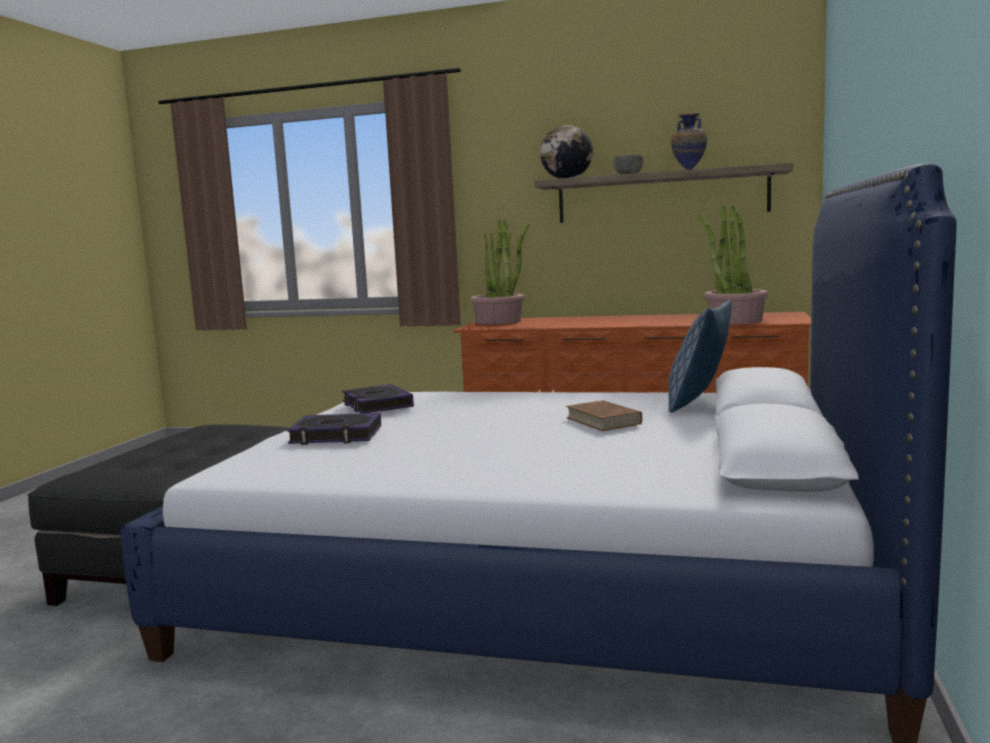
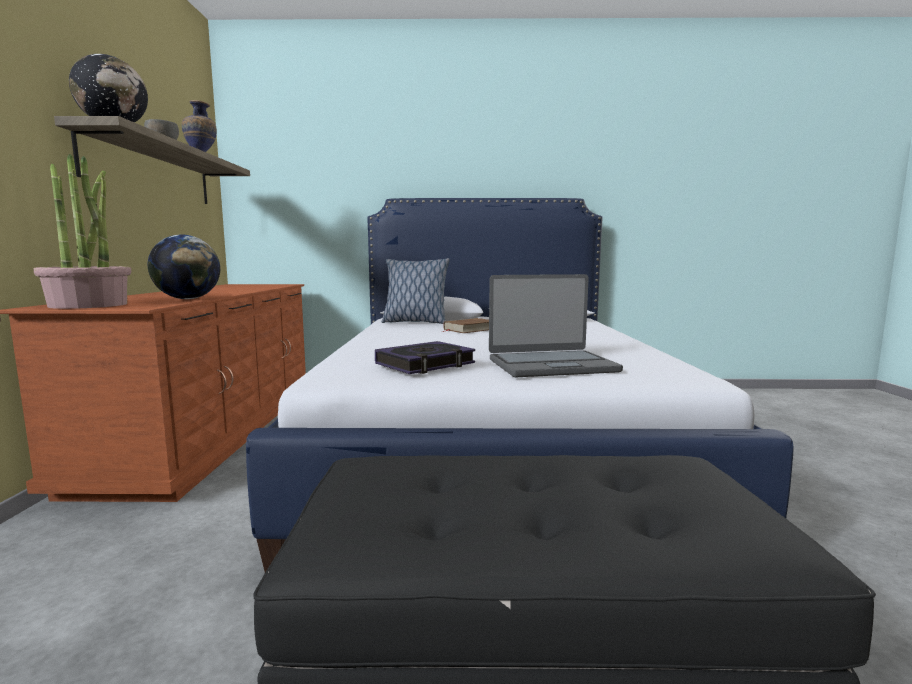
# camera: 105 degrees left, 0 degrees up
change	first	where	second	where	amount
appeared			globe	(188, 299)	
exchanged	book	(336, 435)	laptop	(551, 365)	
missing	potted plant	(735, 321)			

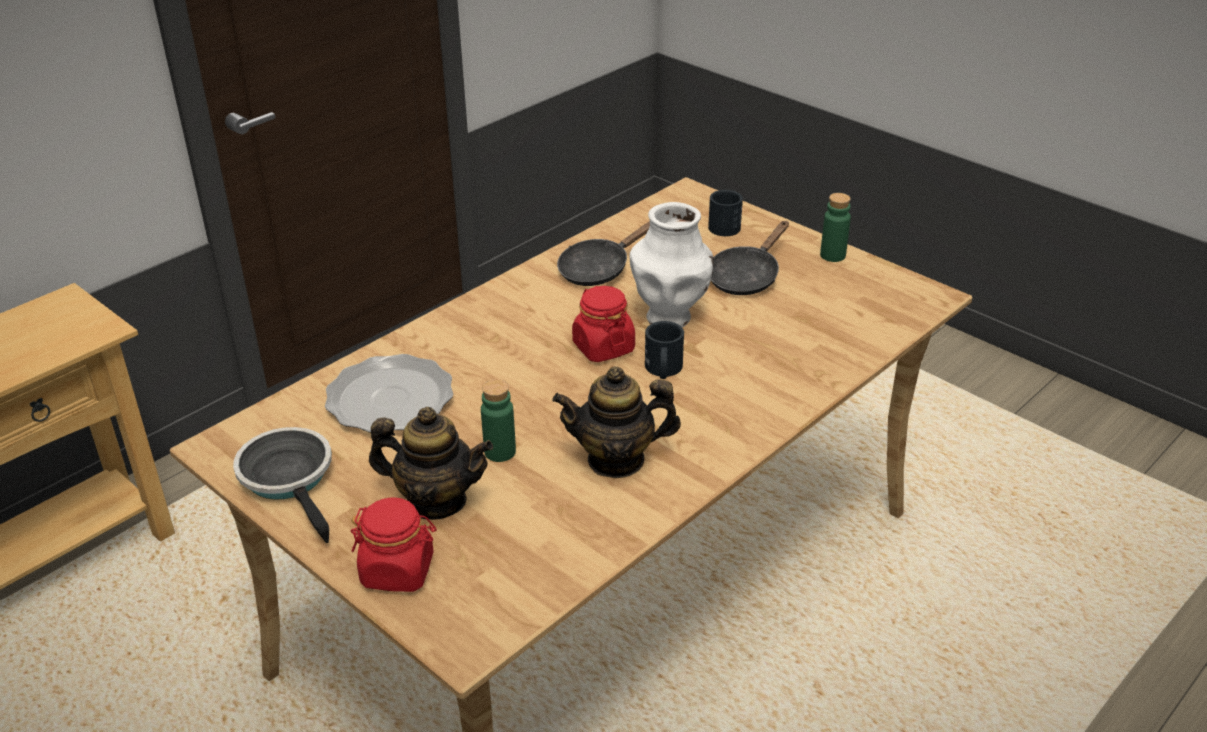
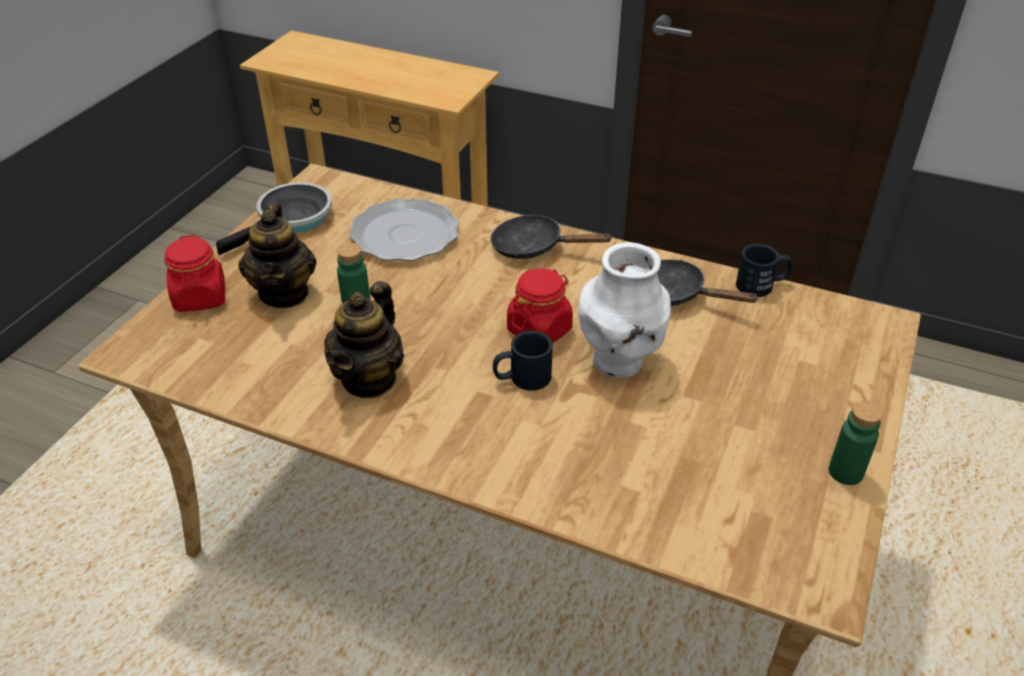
# camera: 70 degrees right, 5 degrees up
change	first	where	second	where	amount
spun	teapot	(616, 460)		(369, 379)	135 degrees counterclockwise
relocated	frying pan in black	(746, 277)		(534, 247)	
relocated	mug in black	(725, 224)		(762, 285)	

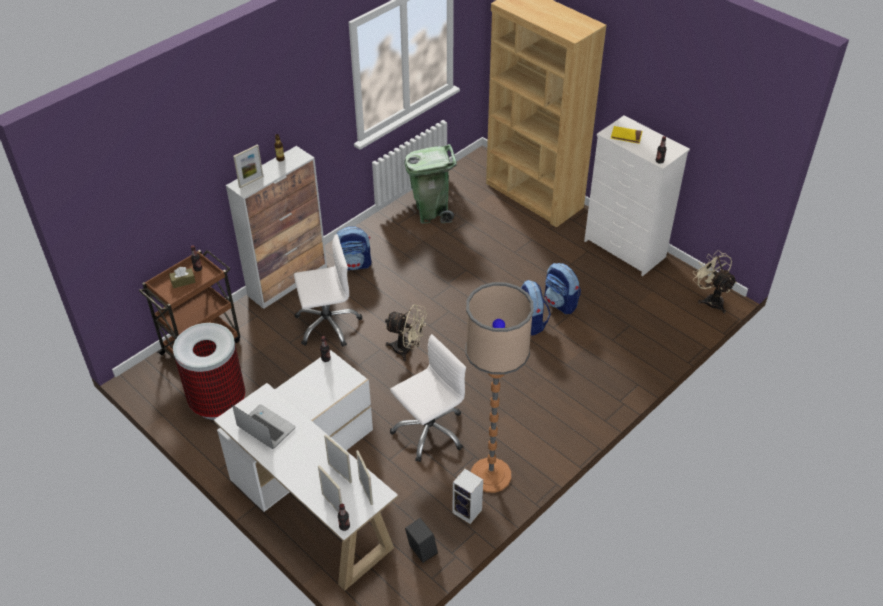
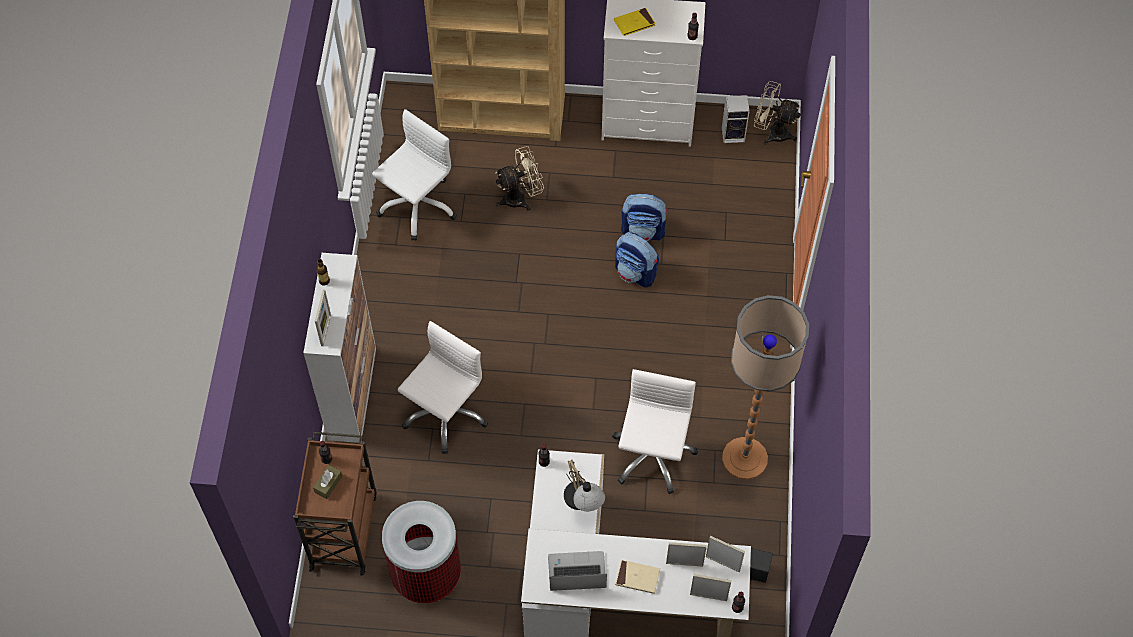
# camera: 40 degrees left, 15 degrees up
change	first	where	second	where	amount
exchanged	trash can in green	(432, 212)	office chair in white	(417, 206)	
relocated	fan in beige	(407, 349)		(520, 197)	
appeared			table lamp	(583, 503)	
appeared			book in beige	(637, 577)	
relocated	speaker	(468, 511)		(734, 134)	
missing	backpack	(354, 264)			

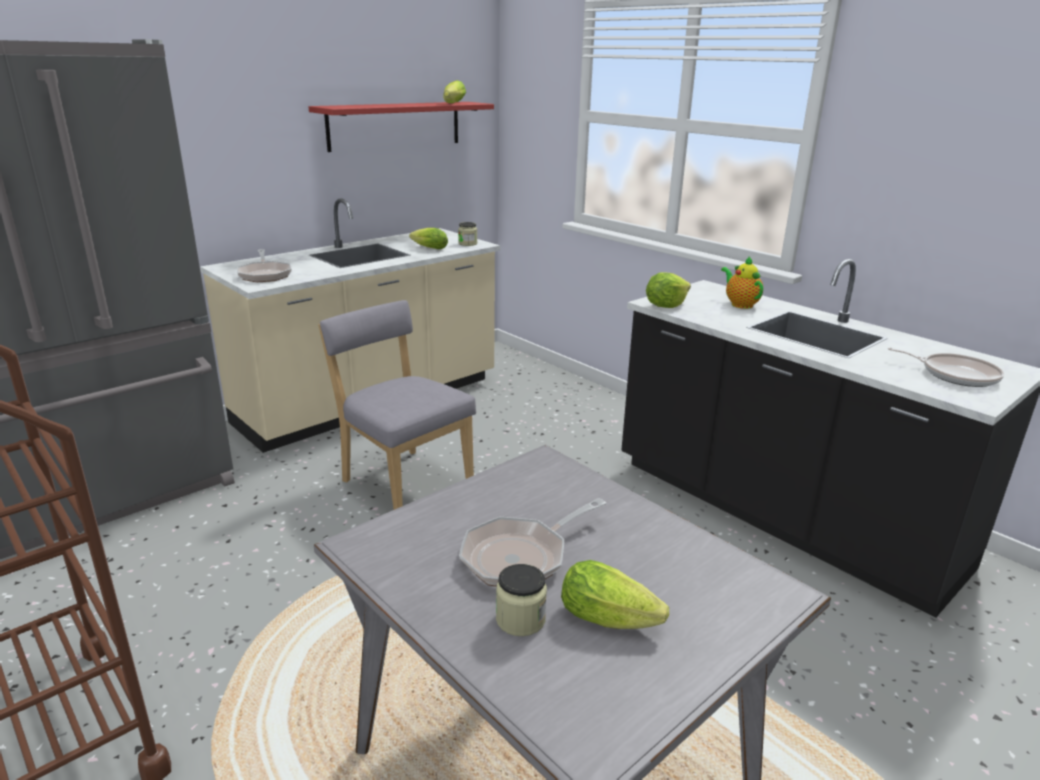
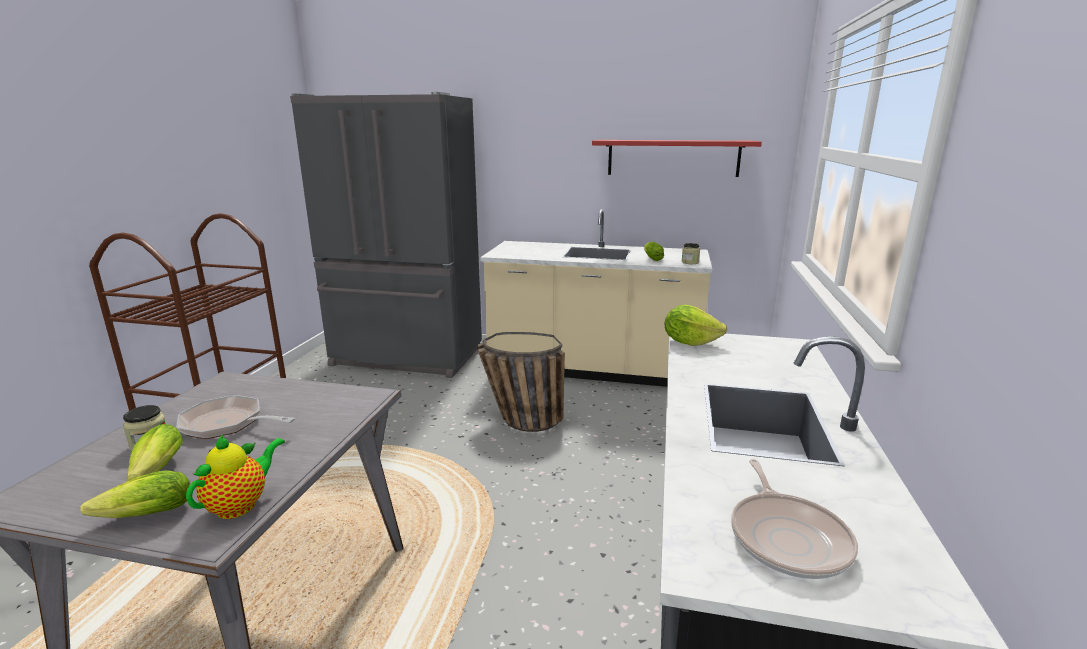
# camera: 55 degrees right, 5 degrees down
change	first	where	second	where	amount
relocated	lettuce	(452, 103)		(142, 516)	
relocated	teapot	(740, 304)		(241, 505)	
exchanged	chair in grey	(403, 481)	basket	(518, 421)	
missing	frying pan	(265, 274)			

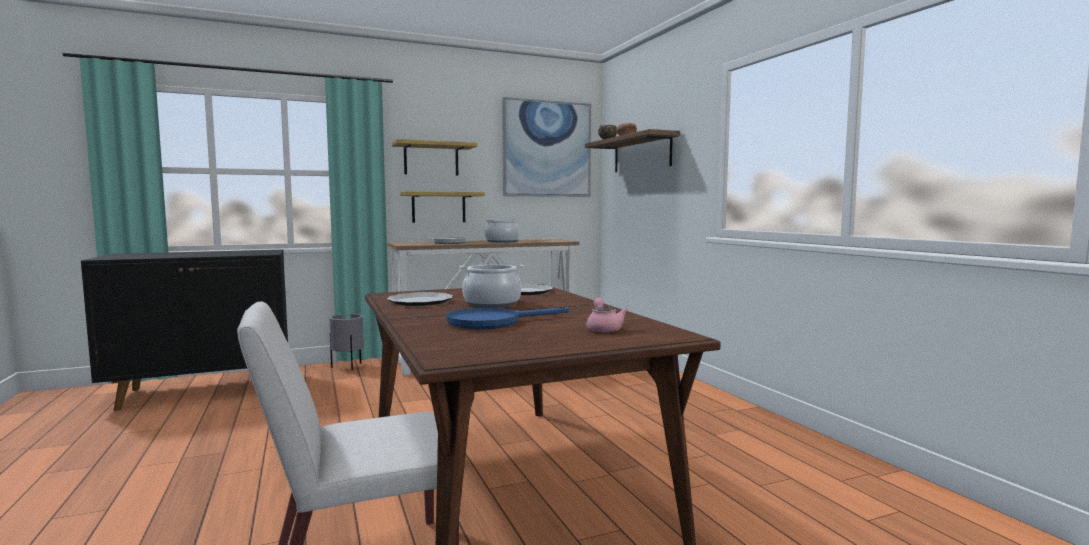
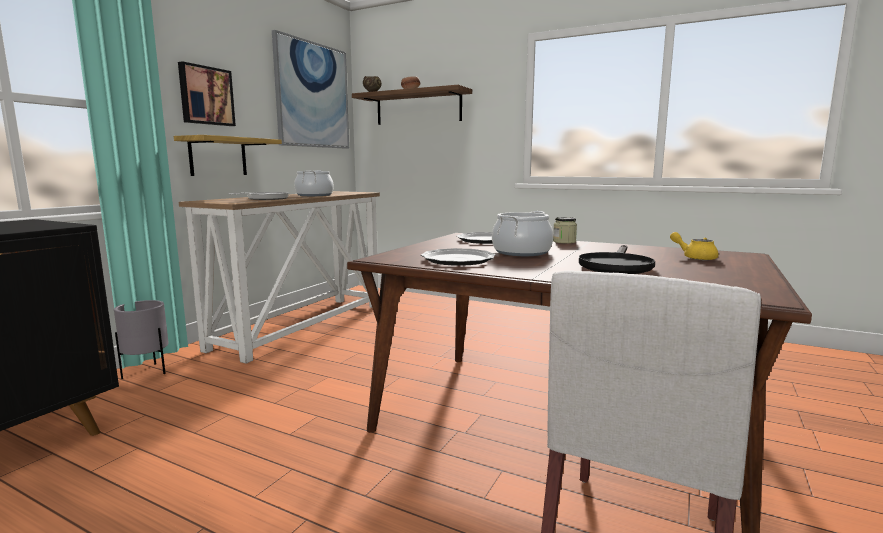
# camera: 40 degrees left, 5 degrees up
change	first	where	second	where	amount
exchanged	shelf	(431, 159)	picture	(206, 96)	
appeared			jar	(564, 242)	
colour	frying pan in blue	(493, 322)	frying pan in black	(615, 266)	
colour	teapot in pink	(603, 329)	teapot in yellow	(695, 257)	

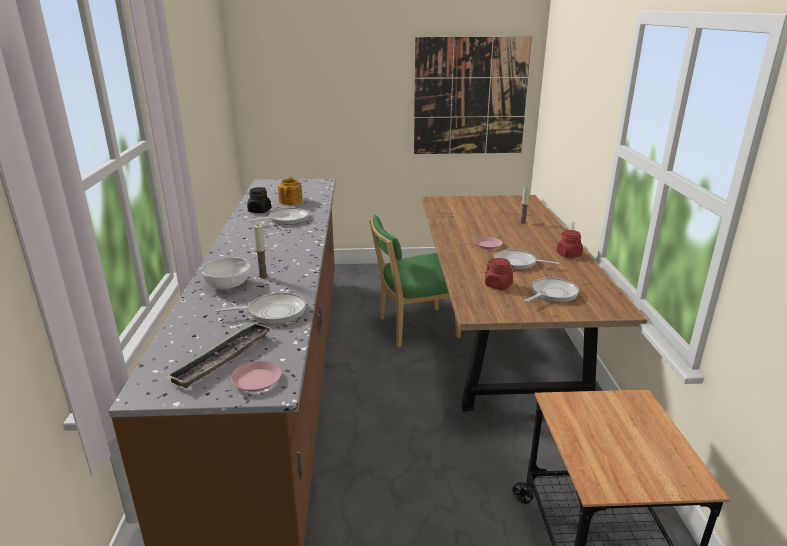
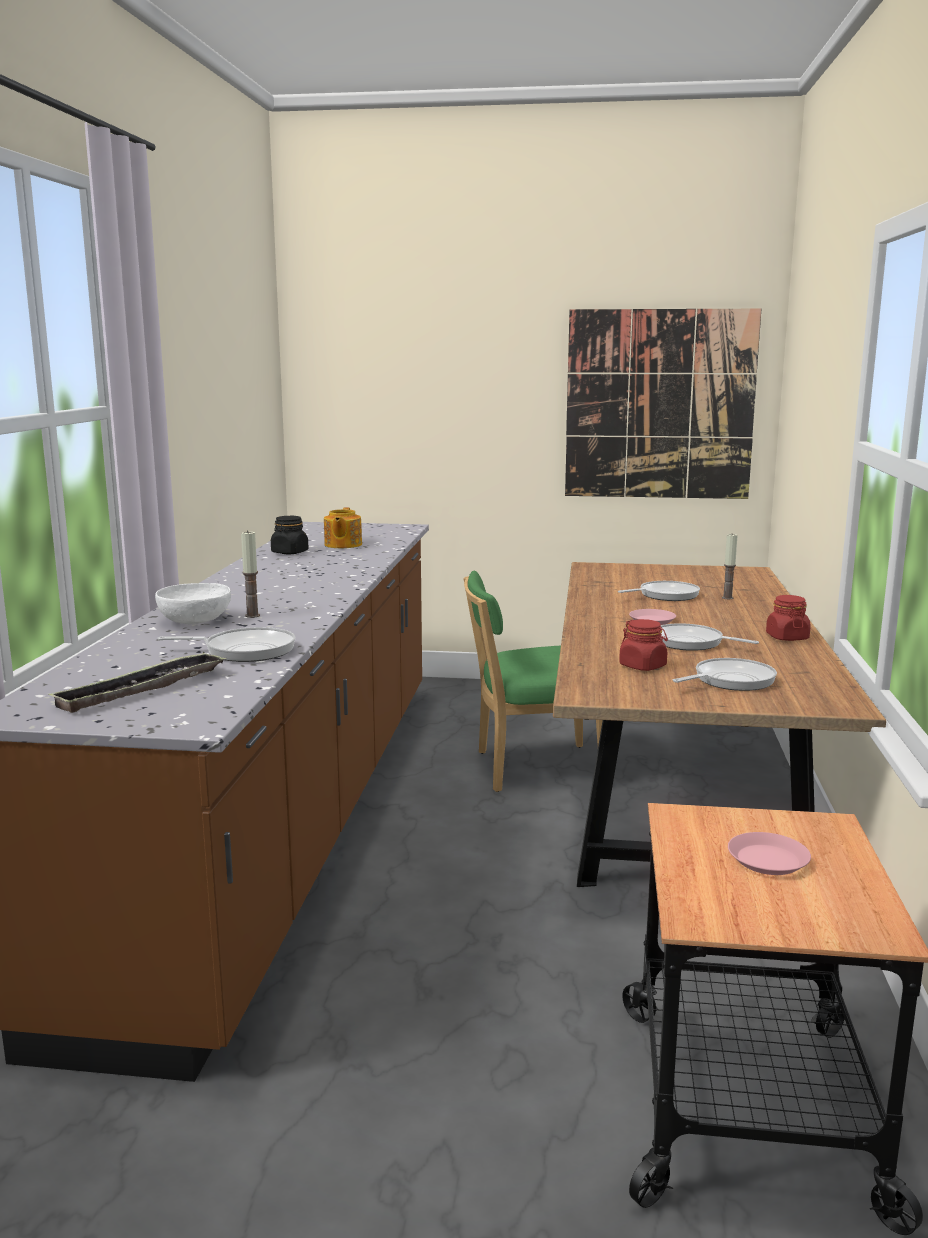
# camera: 10 degrees right, 10 degrees down
change	first	where	second	where	amount
relocated	frying pan	(286, 219)		(665, 595)	
relocated	plate in pink	(257, 380)		(768, 860)	

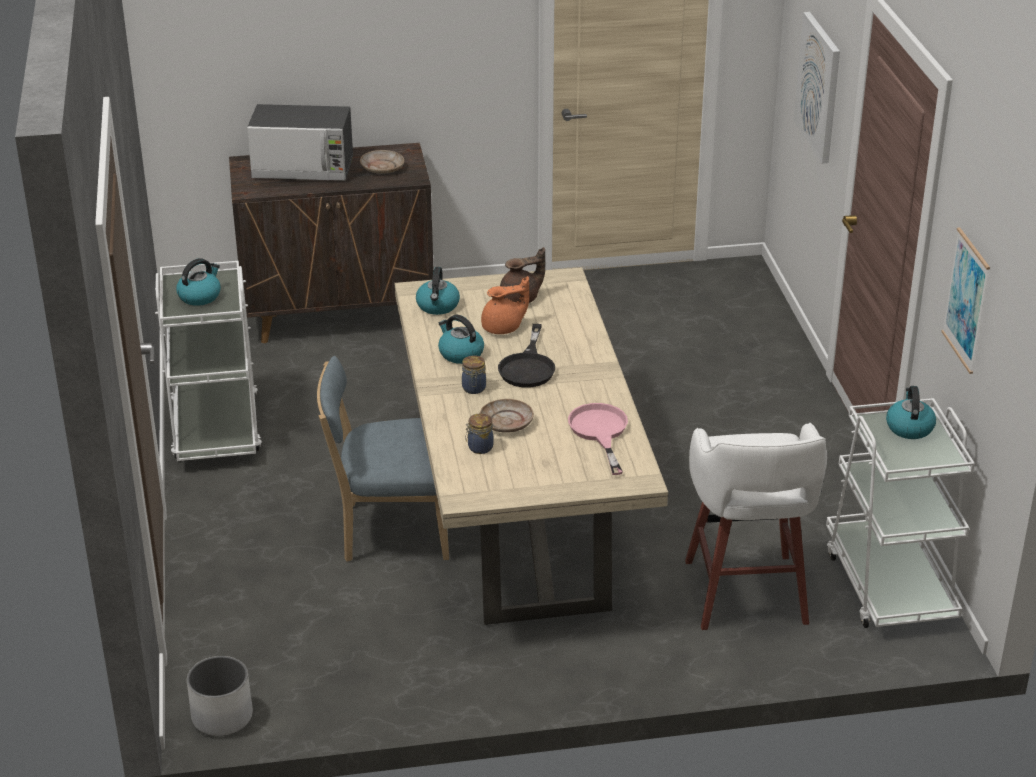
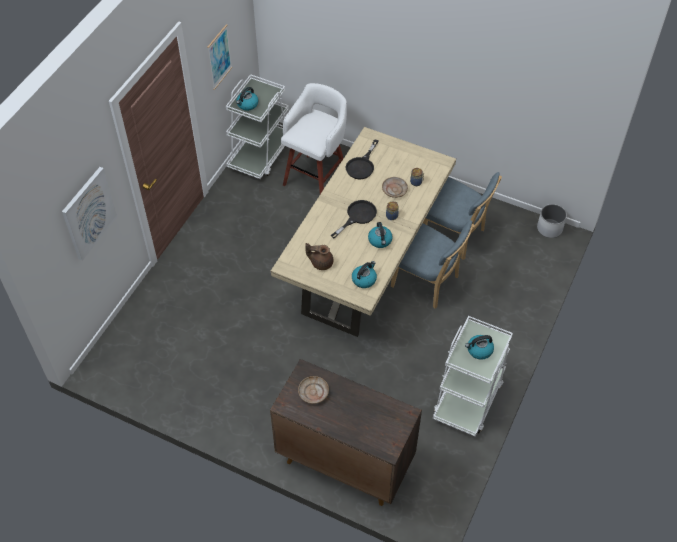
# camera: 145 degrees left, 20 degrees up
change	first	where	second	where	amount
colour	frying pan in pink	(600, 432)	frying pan in black	(362, 165)	
appeared			chair in blue	(455, 236)	
missing	microwave	(303, 169)			
missing	teapot in orange	(503, 328)			

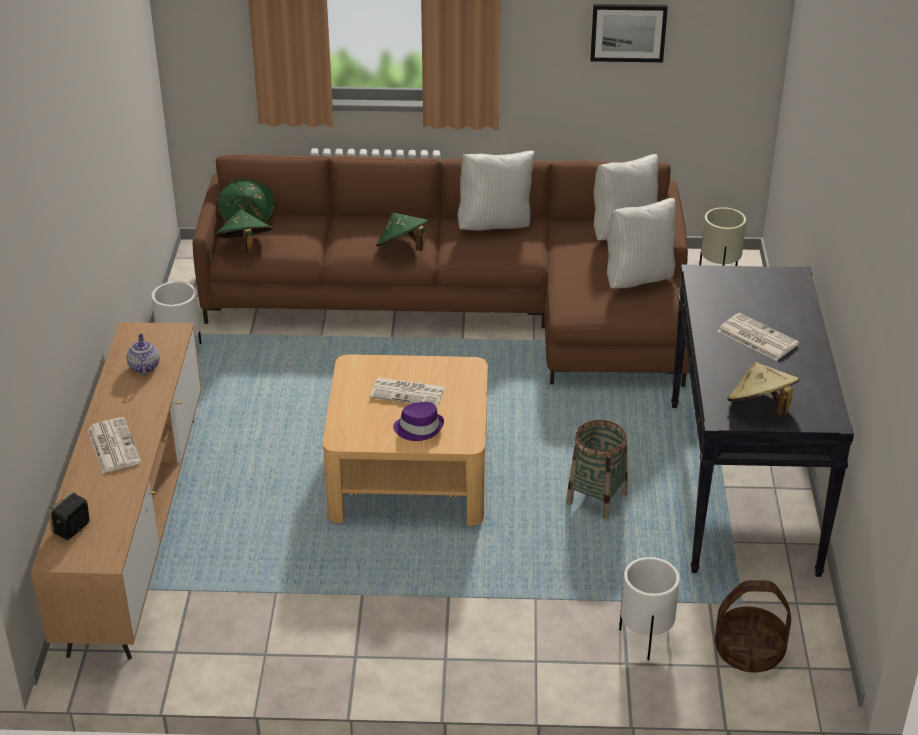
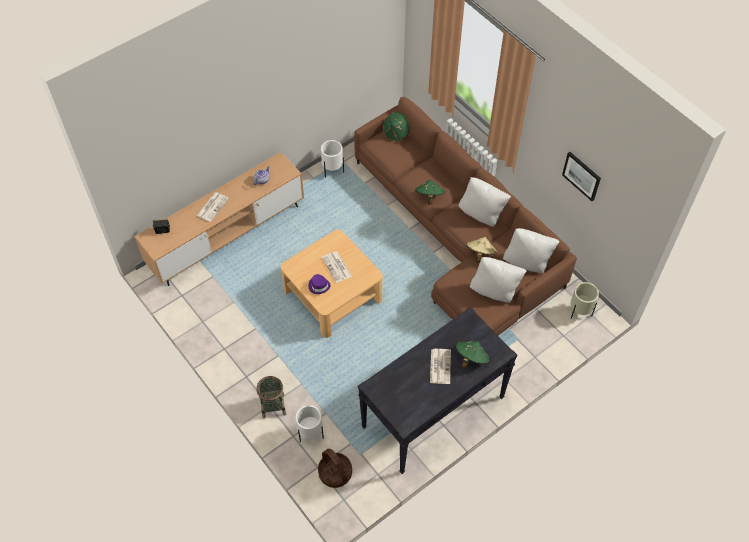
# camera: 50 degrees right, 20 degrees up
change	first	where	second	where	amount
relocated	basket	(596, 499)		(273, 406)	
relocated	hat in green	(245, 247)		(471, 358)	
relocated	hat in beige	(760, 407)		(480, 254)	

